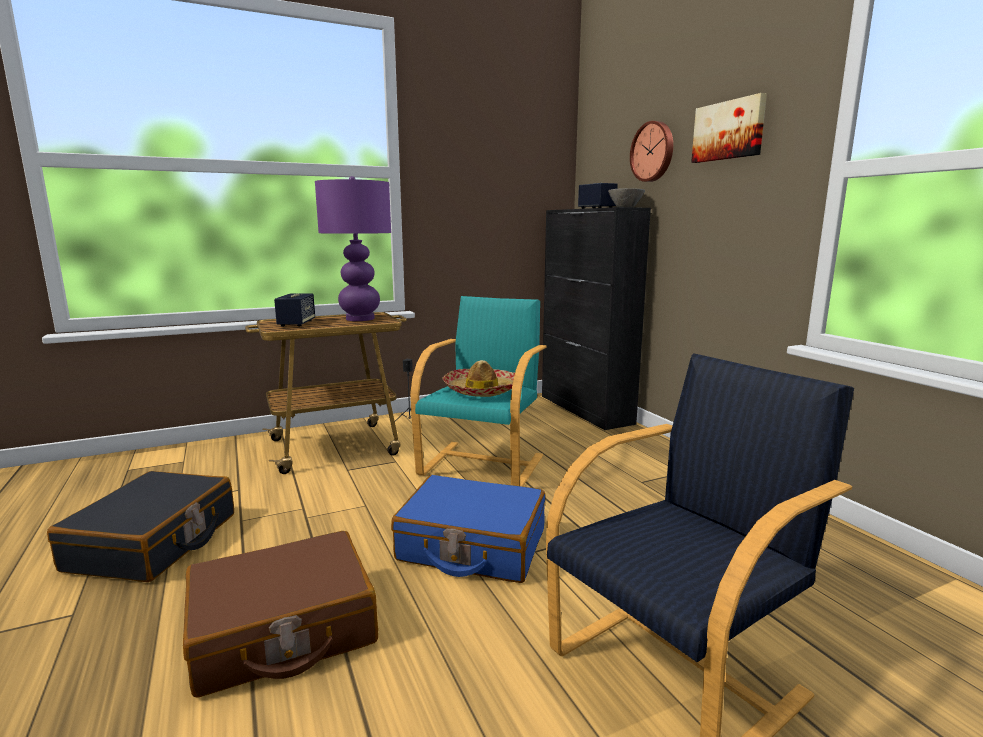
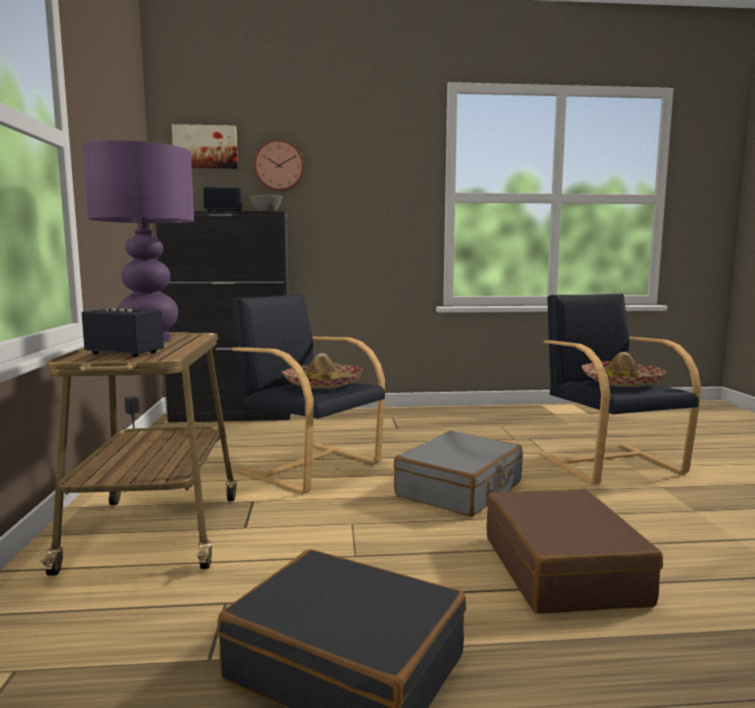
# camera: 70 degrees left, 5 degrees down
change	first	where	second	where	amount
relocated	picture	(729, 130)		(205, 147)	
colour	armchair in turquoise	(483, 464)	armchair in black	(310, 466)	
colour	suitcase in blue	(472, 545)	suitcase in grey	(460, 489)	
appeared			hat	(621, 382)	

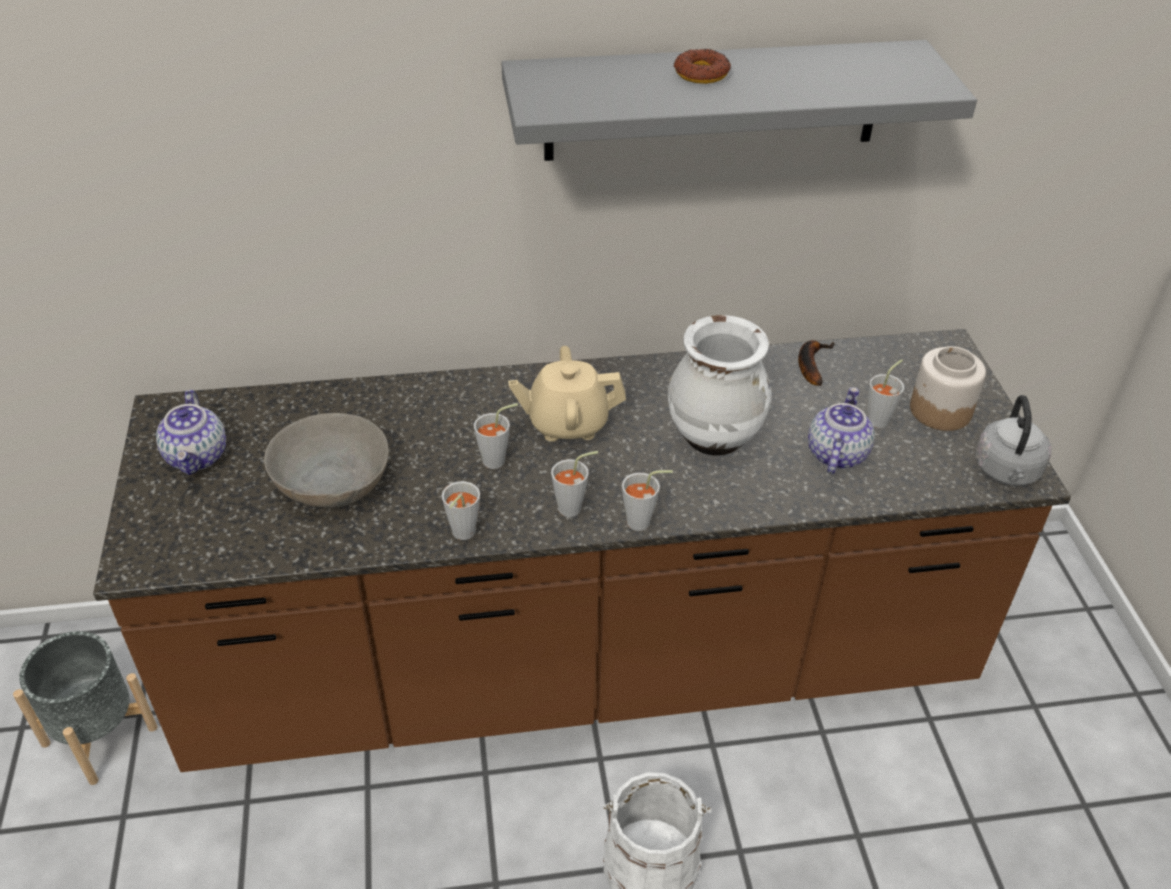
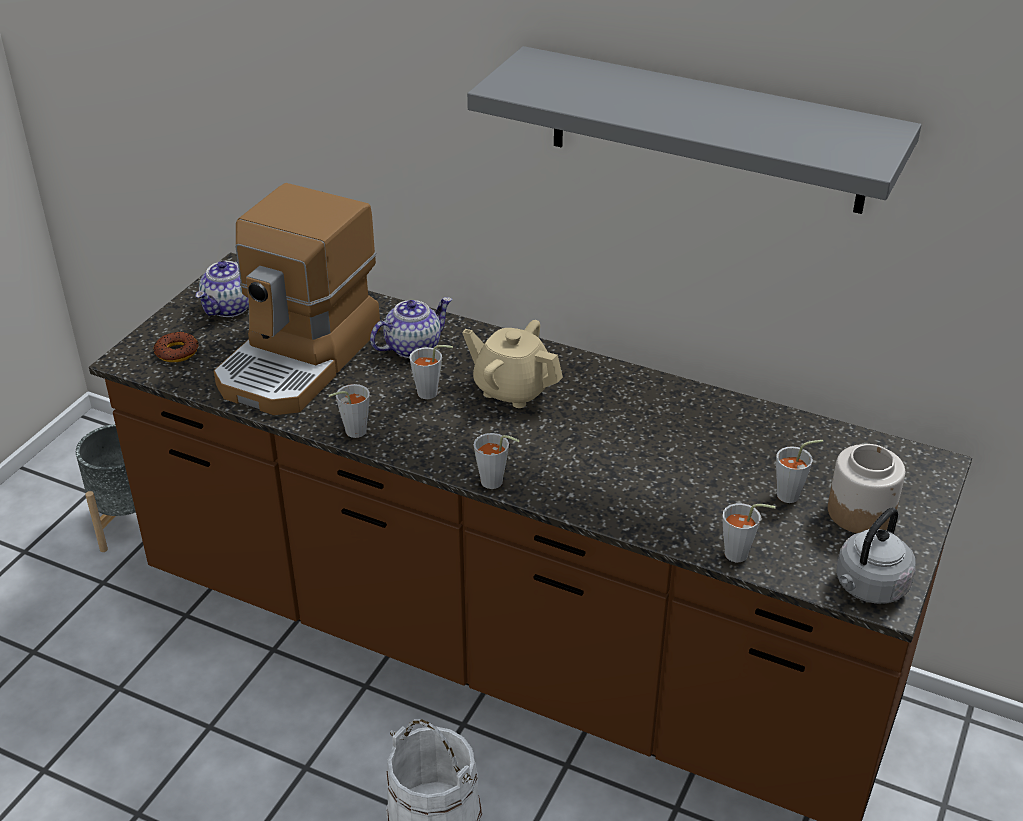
# camera: 35 degrees right, 5 degrees down
change	first	where	second	where	amount
relocated	donut	(701, 73)		(177, 352)	
exchanged	bowl in grey	(333, 481)	coffee machine	(301, 360)	
relocated	teapot	(836, 453)		(413, 347)	
relocated	cup in grey	(575, 507)		(742, 555)	
missing	vase in white	(713, 437)			
missing	banana	(810, 364)			

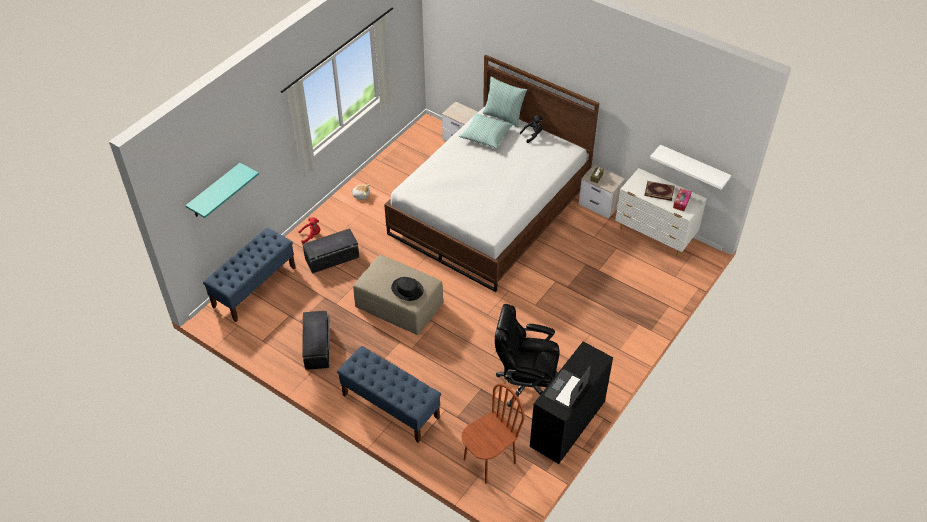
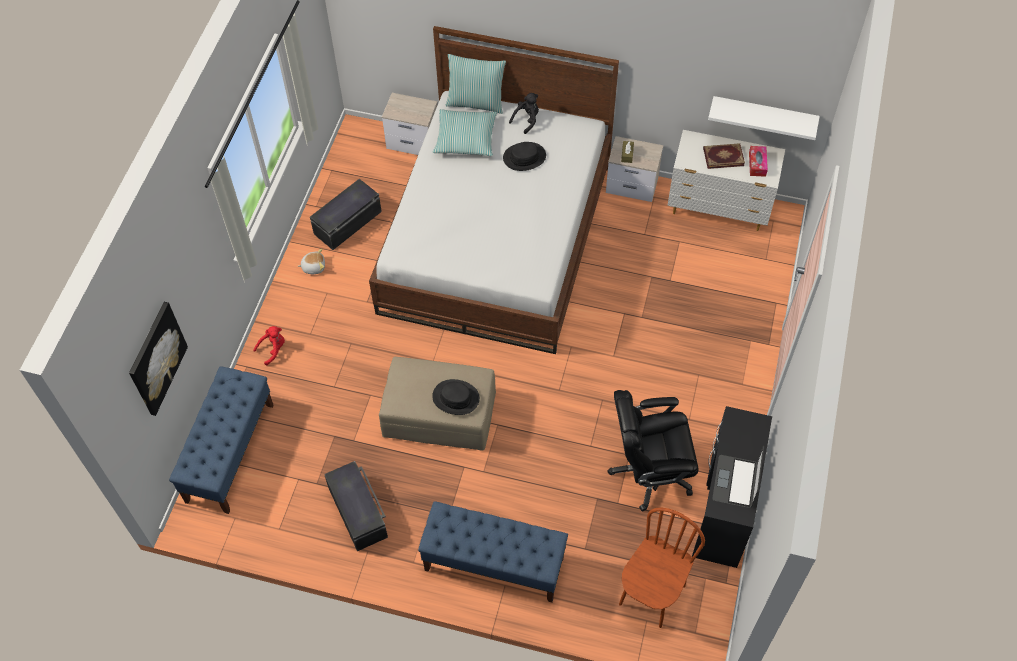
# camera: 20 degrees left, 10 degrees up
change	first	where	second	where	amount
exchanged	shelf in turquoise	(215, 191)	picture	(156, 358)	
relocated	storage box in black	(332, 258)		(348, 223)	
appeared			hat in black	(524, 157)	

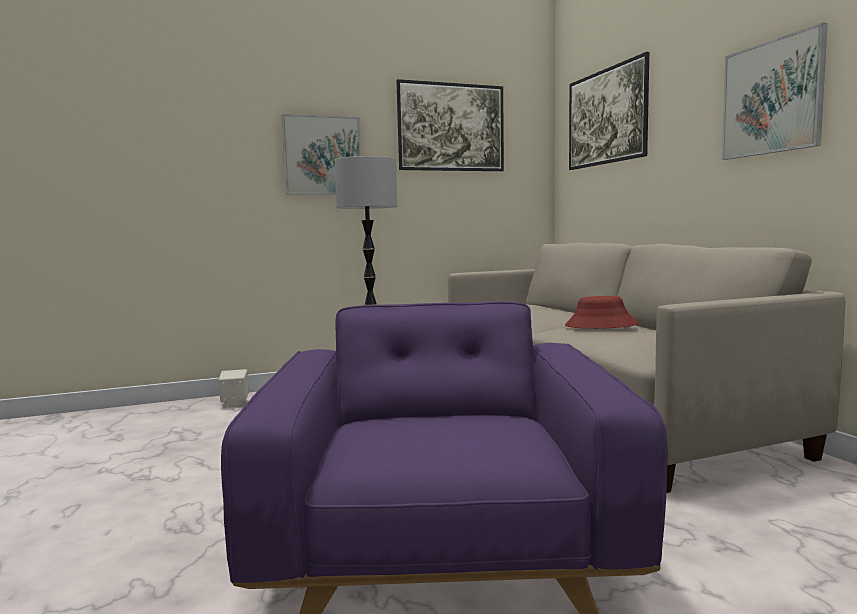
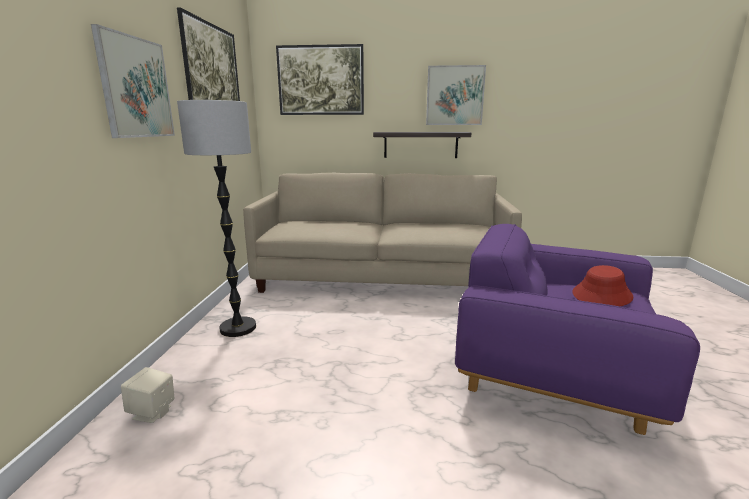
# camera: 65 degrees left, 10 degrees up
change	first	where	second	where	amount
appeared			shelf	(420, 145)	
relocated	hat in red	(600, 326)		(602, 295)	

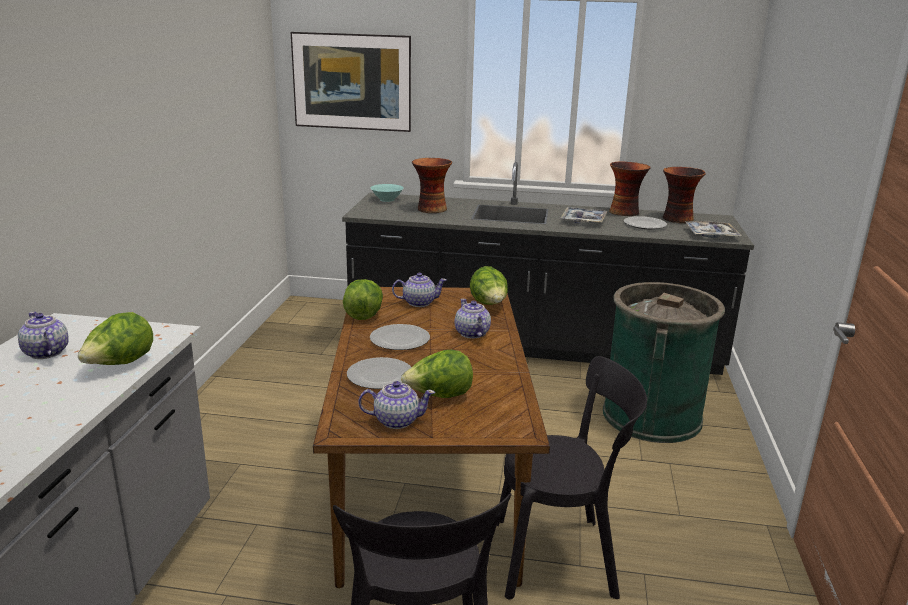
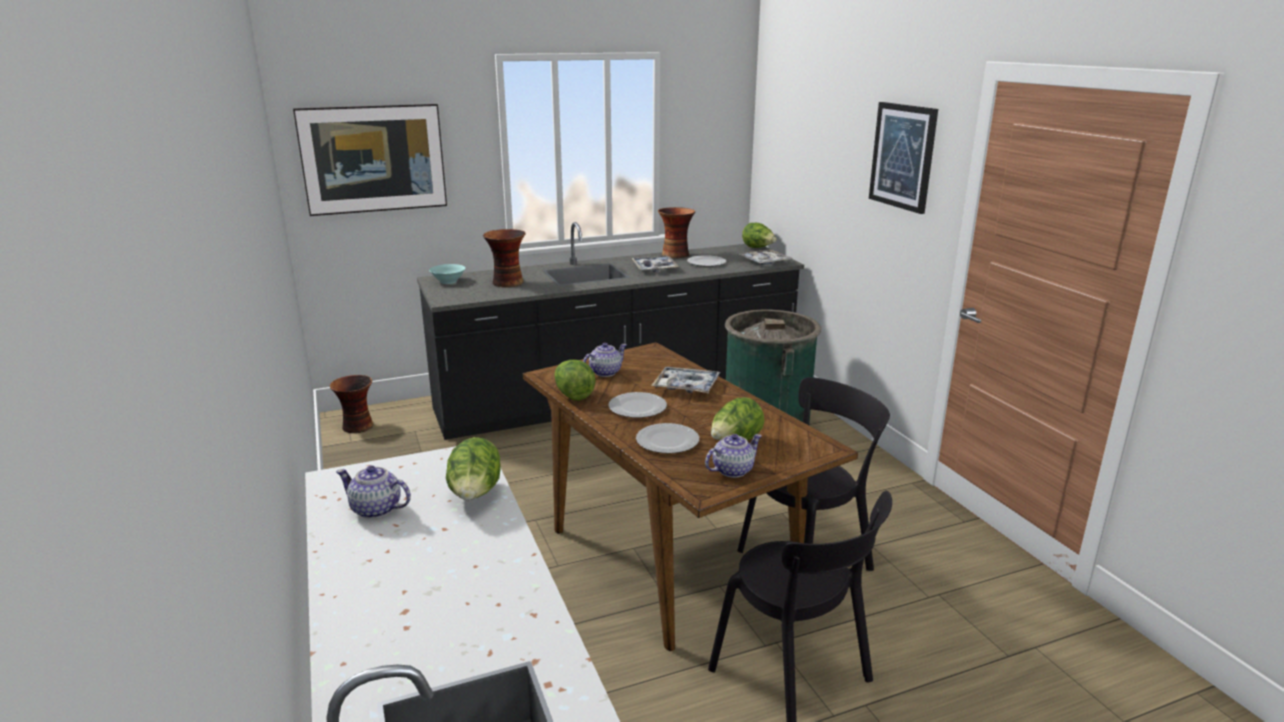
# camera: 30 degrees left, 0 degrees up
change	first	where	second	where	amount
relocated	vase	(677, 219)		(357, 427)	
exchanged	teapot	(472, 333)	tray	(686, 386)	
relocated	lettuce	(489, 305)		(758, 248)	
appeared			picture	(903, 156)	

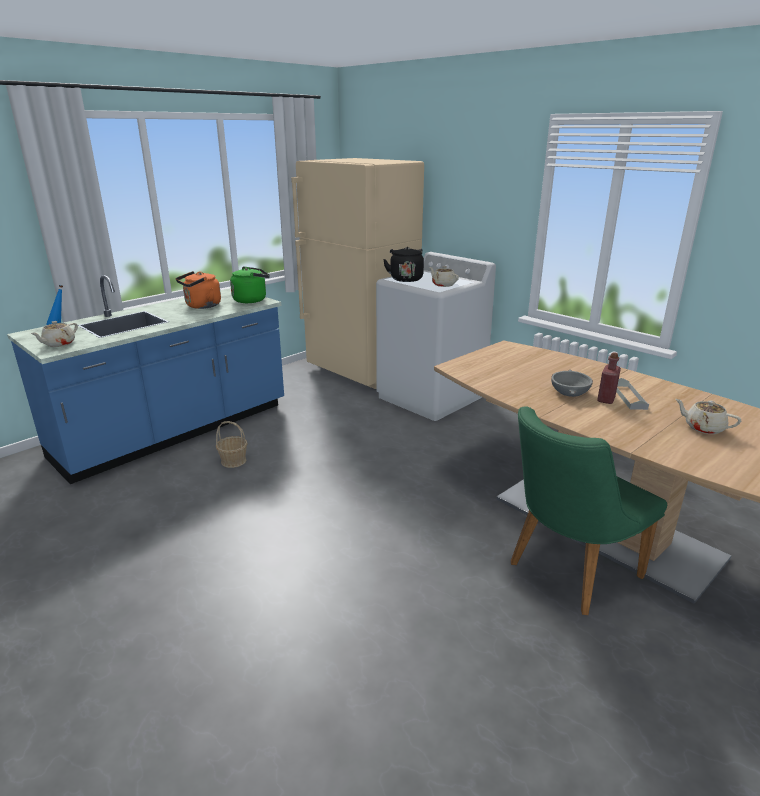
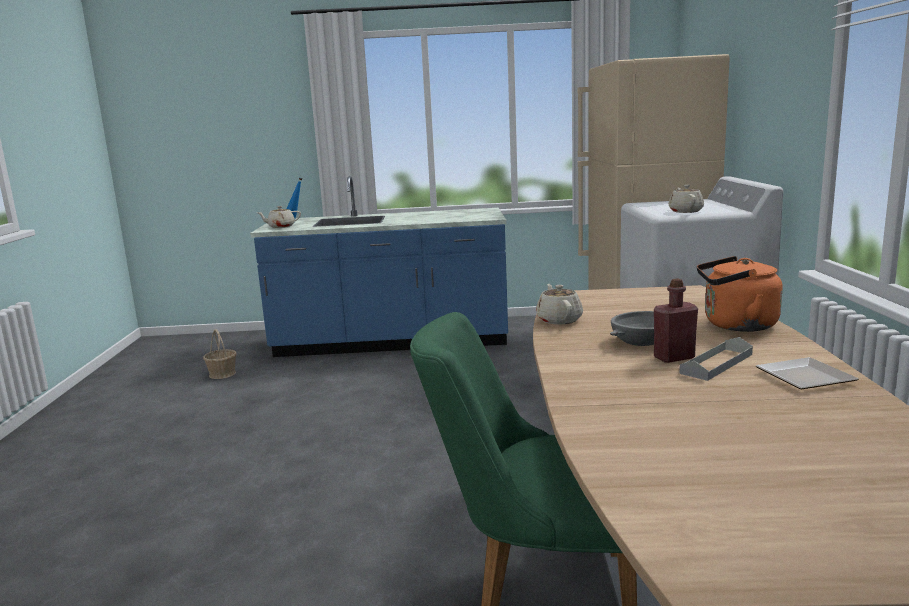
# camera: 45 degrees right, 10 degrees down
change	first	where	second	where	amount
relocated	basket	(233, 461)		(222, 374)	
relocated	teapot in beige	(703, 428)		(559, 320)	
relocated	kettle in orange	(201, 306)		(735, 325)	
appeared			plate	(805, 377)	
missing	kettle in green	(252, 300)			
missing	kettle in black	(405, 279)			

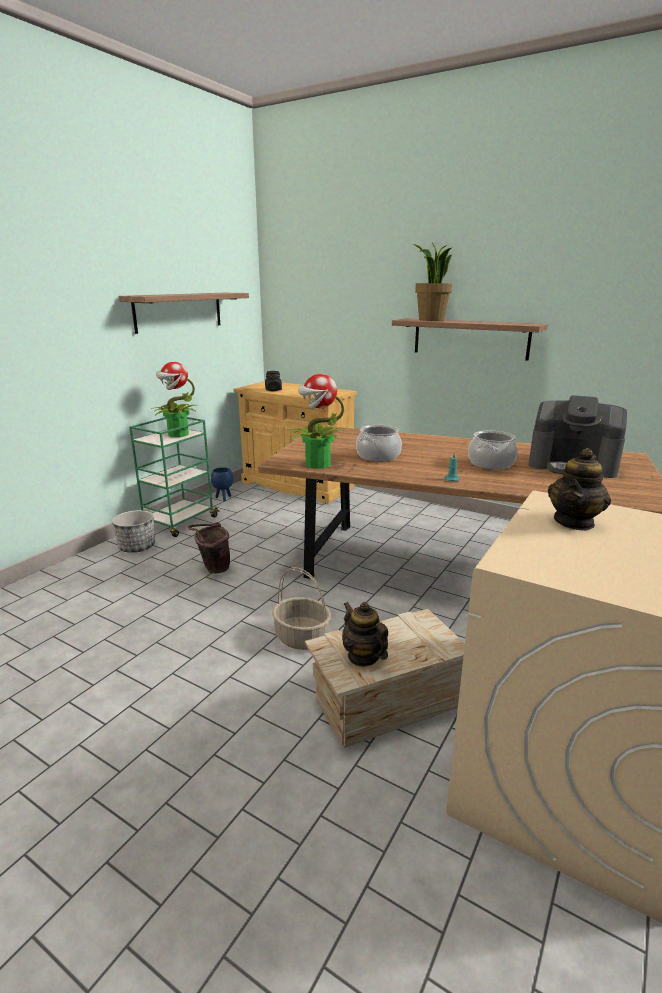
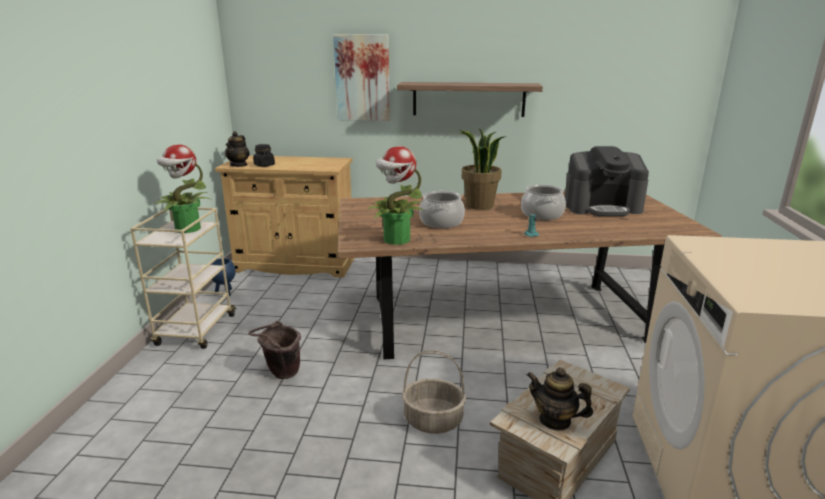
# camera: 25 degrees left, 0 degrees up
change	first	where	second	where	amount
colour	cart in green	(180, 522)	cart in beige	(196, 331)	
relocated	teapot	(574, 522)		(239, 165)	
appeared			picture	(362, 78)	
relocated	potted plant	(430, 320)		(479, 206)	
missing	planter	(137, 547)			
missing	shelf	(179, 311)			

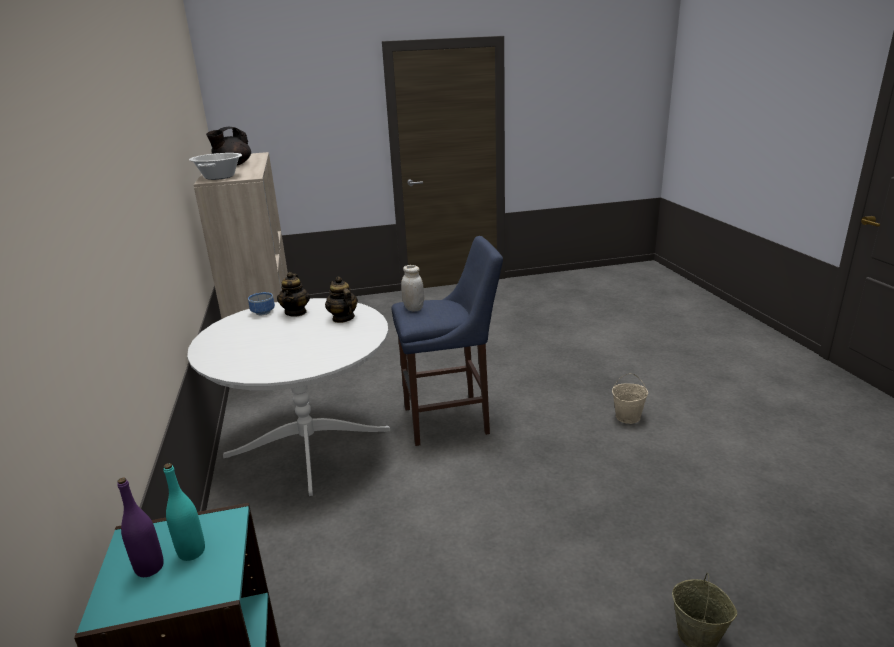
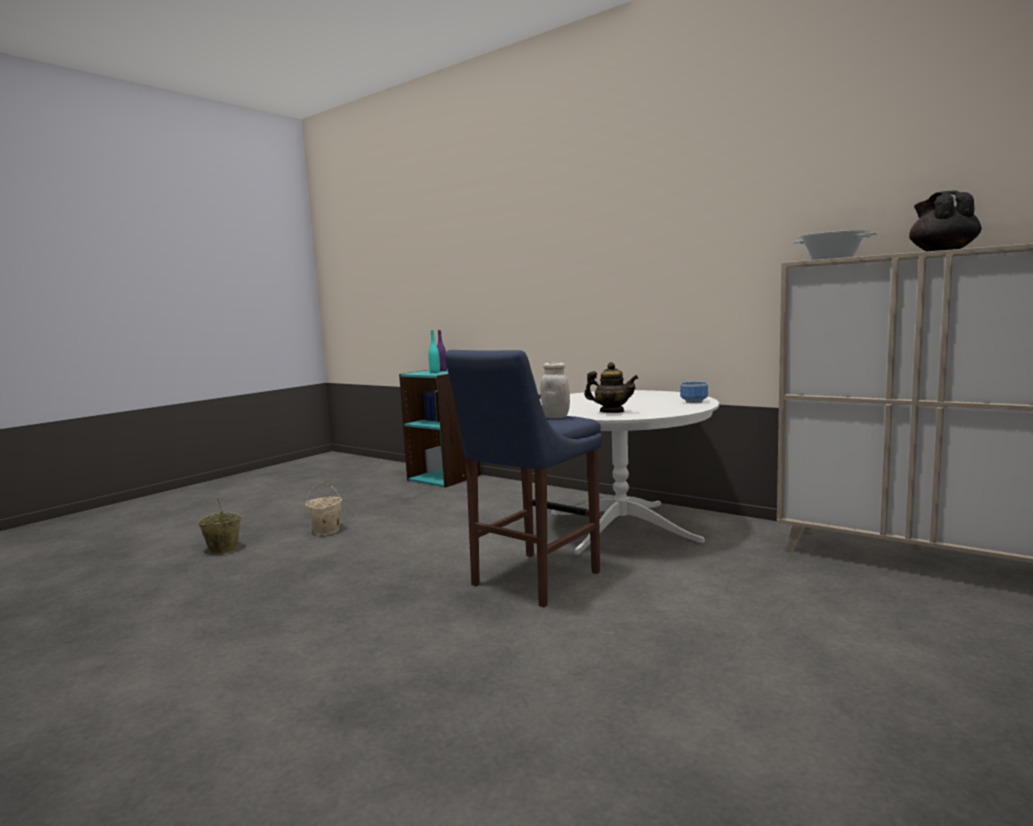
# camera: 140 degrees right, 15 degrees down
change	first	where	second	where	amount
relocated	bucket in beige	(628, 417)		(326, 531)	
missing	teapot	(296, 312)			

